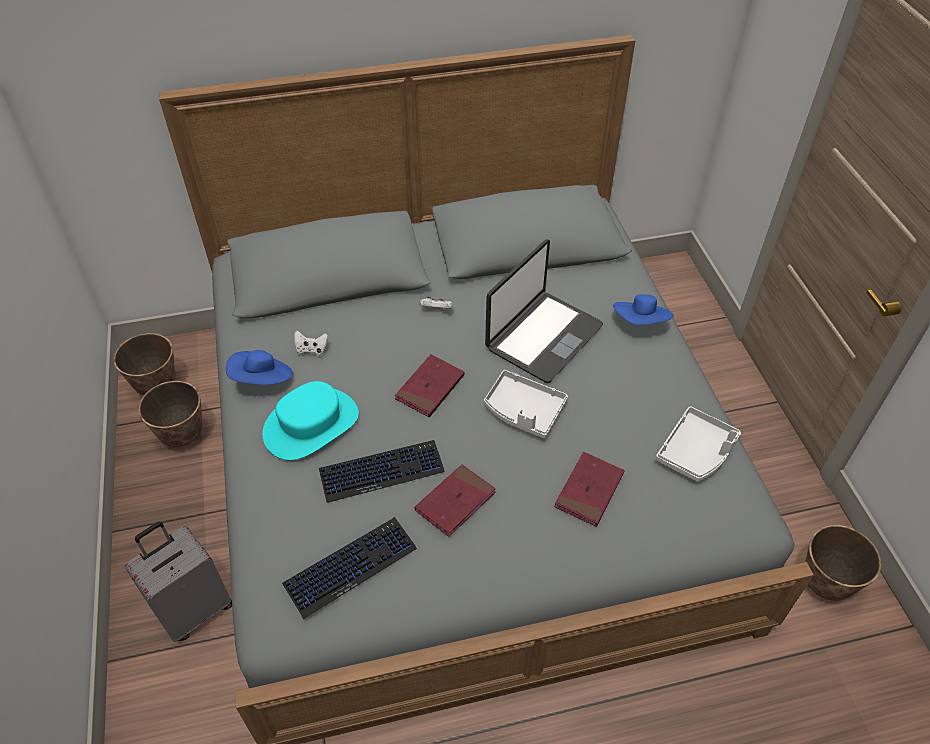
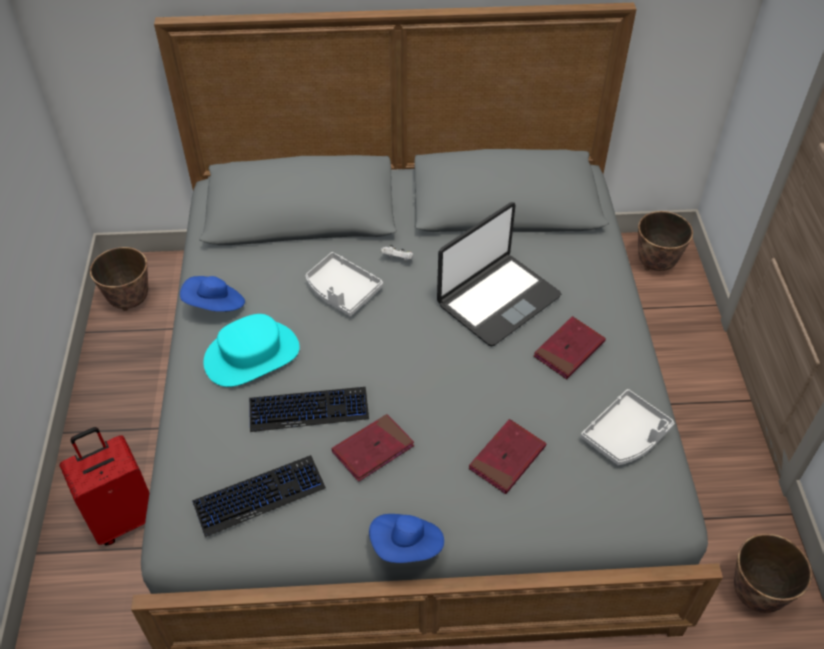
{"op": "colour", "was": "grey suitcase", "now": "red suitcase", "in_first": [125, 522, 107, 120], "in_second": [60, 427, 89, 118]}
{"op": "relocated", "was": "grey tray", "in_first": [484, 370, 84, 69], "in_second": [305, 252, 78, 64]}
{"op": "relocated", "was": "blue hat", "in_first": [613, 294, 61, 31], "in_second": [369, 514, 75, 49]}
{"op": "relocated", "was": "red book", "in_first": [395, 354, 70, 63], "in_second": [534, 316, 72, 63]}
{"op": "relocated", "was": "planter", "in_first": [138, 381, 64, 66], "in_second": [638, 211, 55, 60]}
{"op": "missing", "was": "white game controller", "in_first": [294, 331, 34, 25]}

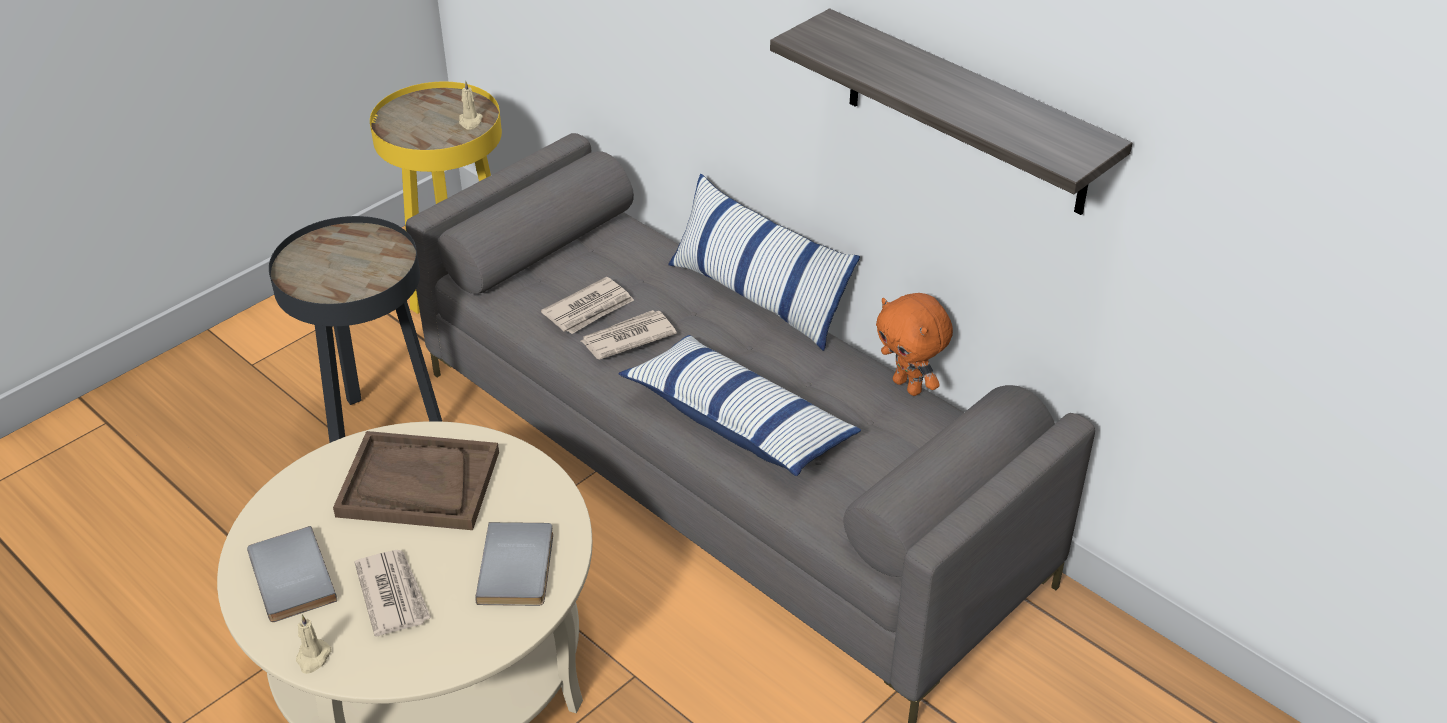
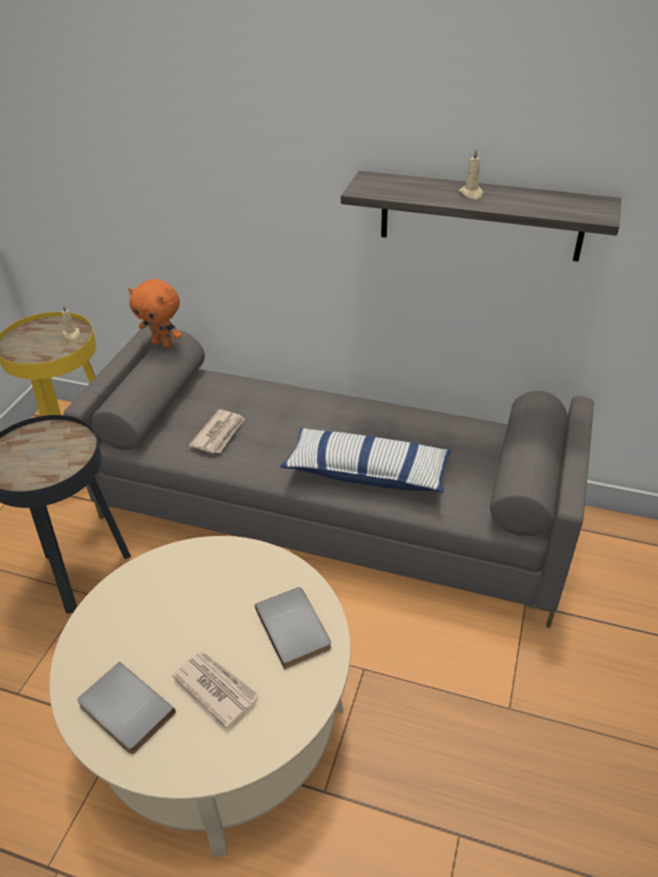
{"op": "relocated", "was": "orange plush toy", "in_first": [876, 293, 77, 103], "in_second": [128, 279, 54, 69]}
{"op": "relocated", "was": "beige candle", "in_first": [296, 615, 36, 59], "in_second": [459, 150, 24, 49]}
{"op": "missing", "was": "brown tray", "in_first": [333, 431, 166, 99]}
{"op": "missing", "was": "newspaper", "in_first": [581, 310, 96, 50]}
{"op": "missing", "was": "pillow", "in_first": [668, 174, 192, 177]}

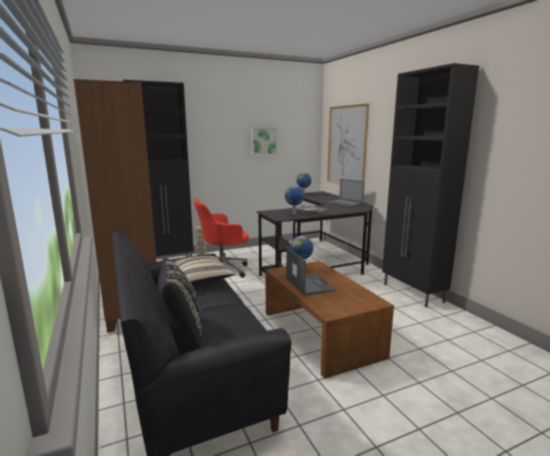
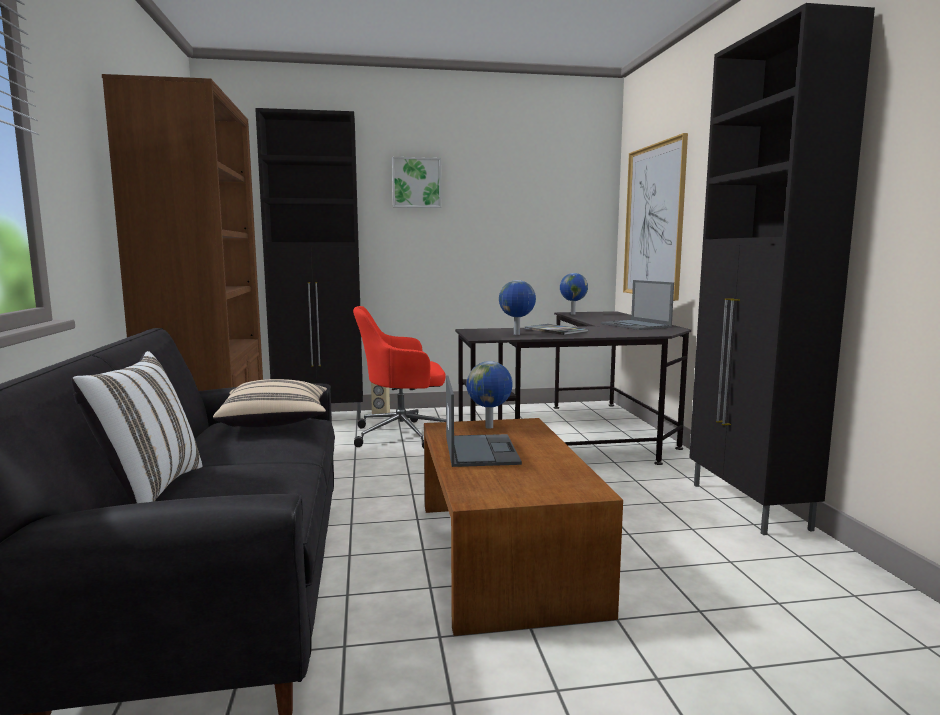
{"op": "colour", "was": "black pillow", "now": "white pillow", "in_first": [158, 258, 44, 91], "in_second": [71, 351, 131, 153]}
{"op": "relocated", "was": "picture", "in_first": [251, 128, 26, 28], "in_second": [392, 157, 49, 51]}

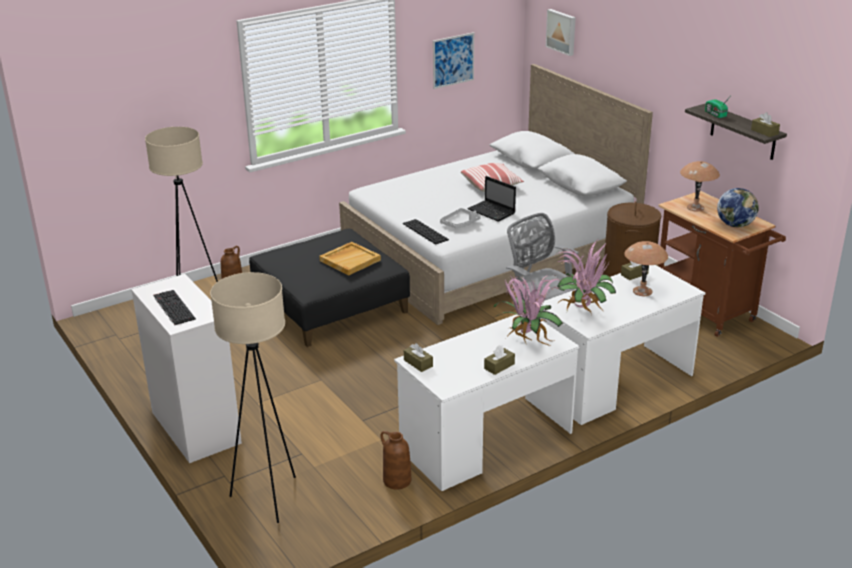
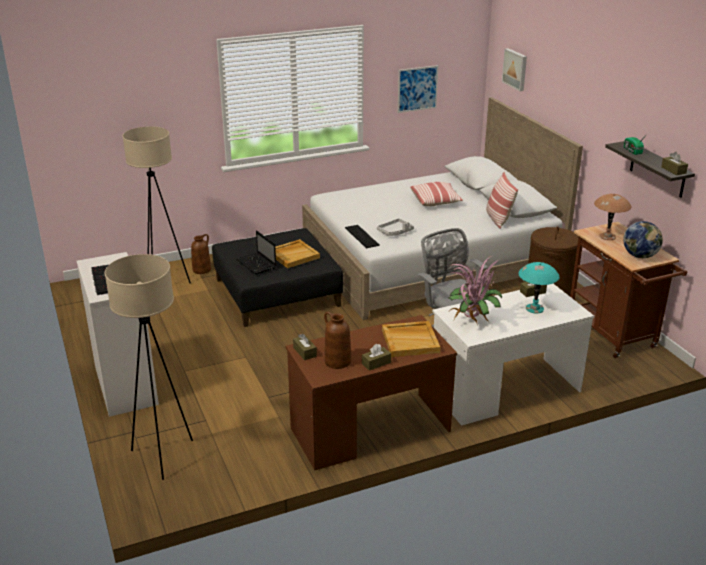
{"op": "relocated", "was": "laptop", "in_first": [467, 176, 49, 46], "in_second": [237, 230, 39, 45]}
{"op": "colour", "was": "white desk", "now": "brown desk", "in_first": [394, 315, 186, 176], "in_second": [286, 315, 171, 155]}
{"op": "relocated", "was": "brown vase", "in_first": [381, 431, 30, 59], "in_second": [324, 312, 27, 57]}
{"op": "exchanged", "was": "potted plant", "now": "beige tray", "in_first": [493, 275, 70, 72], "in_second": [382, 321, 58, 36]}
{"op": "appeared", "now": "pillow", "in_second": [486, 172, 32, 57]}
{"op": "colour", "was": "brown table lamp", "now": "turquoise table lamp", "in_first": [624, 241, 44, 55], "in_second": [518, 262, 42, 52]}

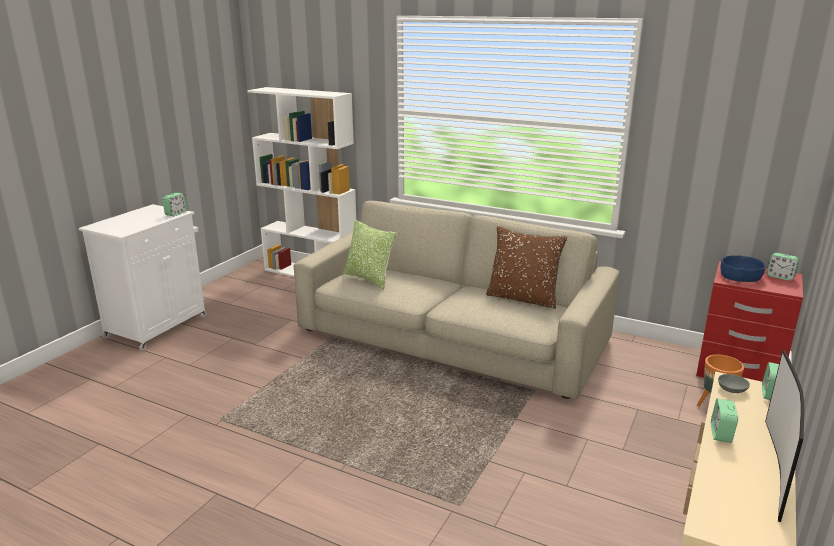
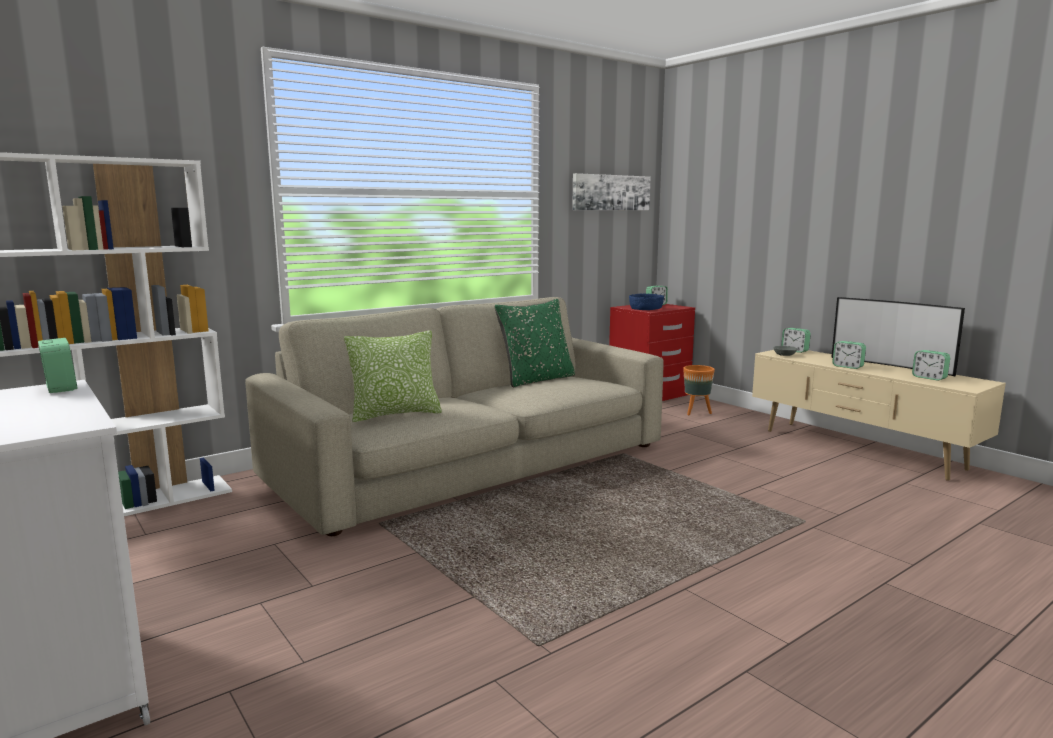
{"op": "colour", "was": "brown pillow", "now": "green pillow", "in_first": [486, 226, 81, 83], "in_second": [495, 299, 80, 88]}
{"op": "appeared", "now": "picture", "in_second": [572, 173, 79, 37]}
{"op": "appeared", "now": "alarm clock", "in_second": [912, 350, 38, 31]}

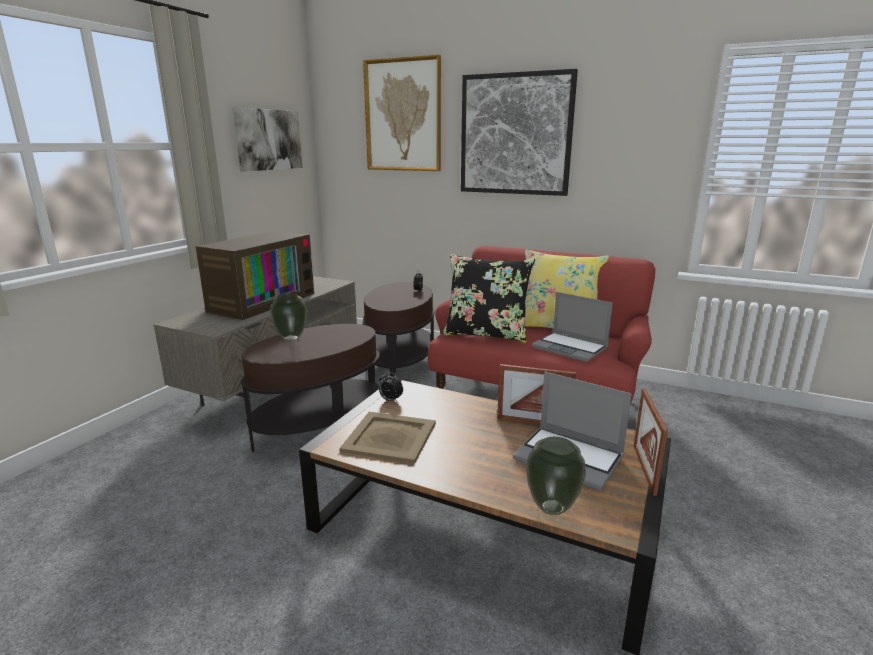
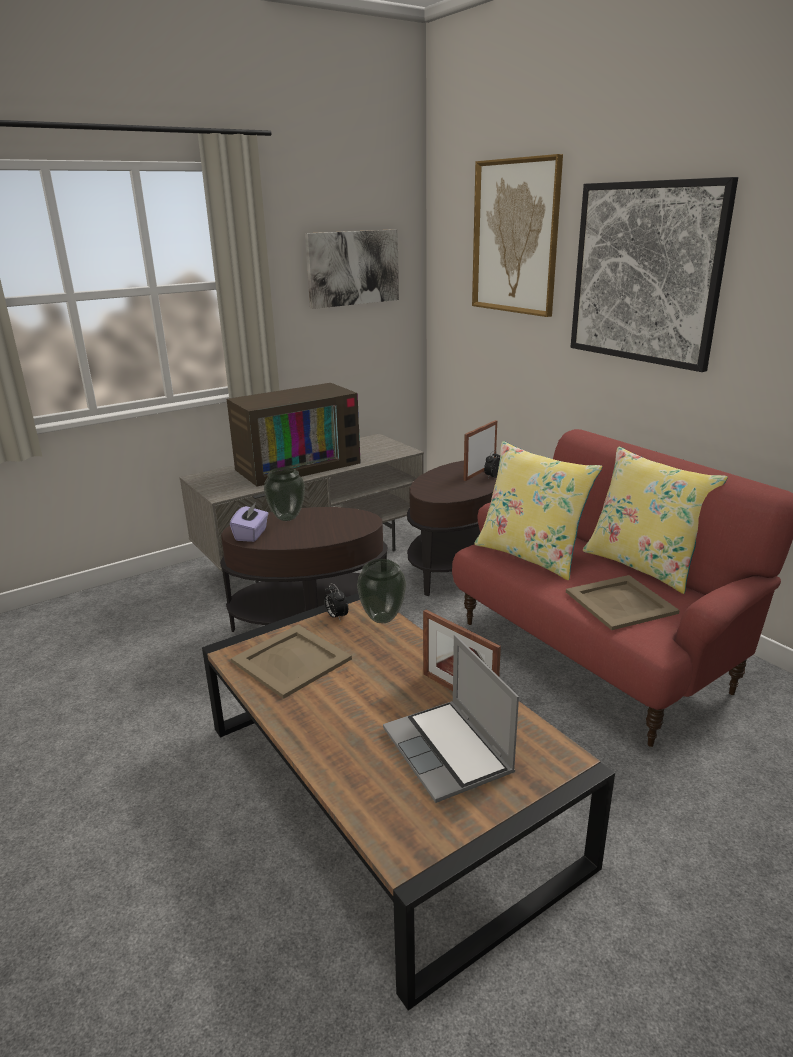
{"op": "appeared", "now": "purple tissue box", "in_second": [230, 503, 39, 39]}
{"op": "relocated", "was": "vase", "in_first": [526, 437, 60, 78], "in_second": [357, 559, 49, 64]}
{"op": "relocated", "was": "picture frame", "in_first": [634, 388, 34, 108], "in_second": [464, 420, 33, 61]}
{"op": "colour", "was": "black pillow", "now": "yellow pillow", "in_first": [442, 254, 93, 89], "in_second": [474, 441, 128, 139]}
{"op": "exchanged", "was": "laptop", "now": "beige tray", "in_first": [532, 292, 81, 70], "in_second": [566, 575, 114, 55]}

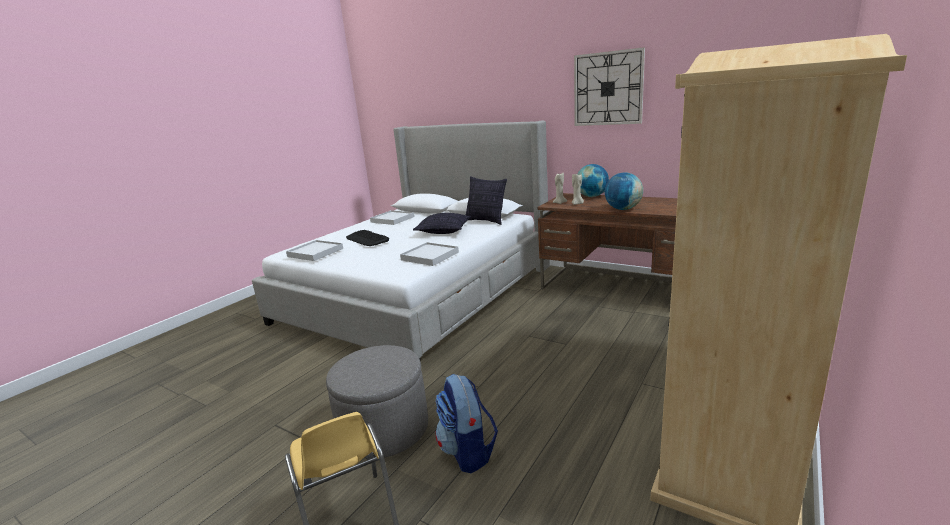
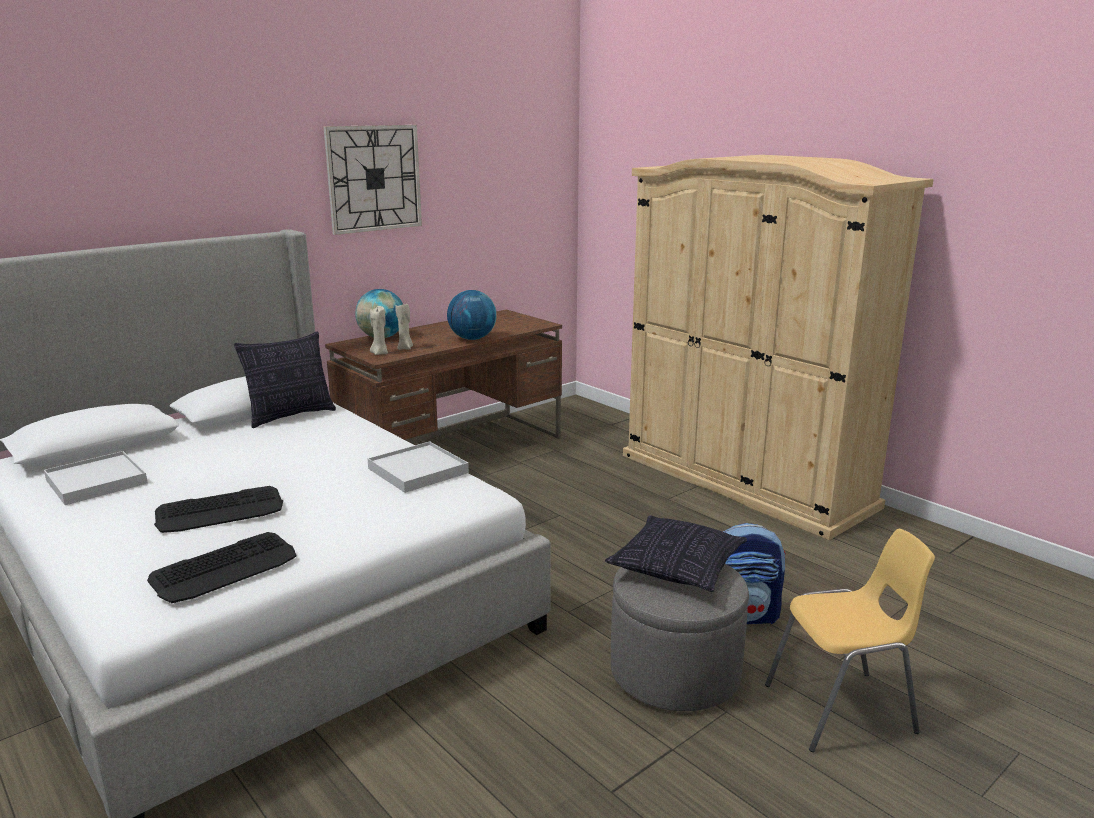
{"op": "exchanged", "was": "white tray", "now": "keyboard", "in_first": [286, 240, 57, 21], "in_second": [147, 532, 149, 71]}
{"op": "relocated", "was": "pillow", "in_first": [413, 213, 58, 21], "in_second": [605, 515, 142, 77]}

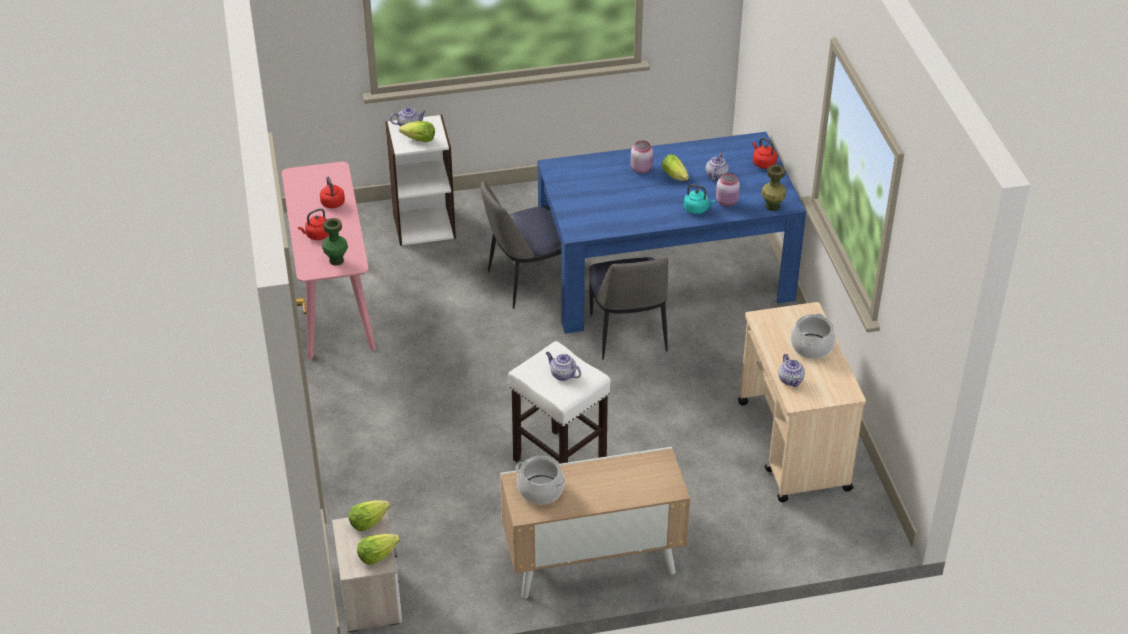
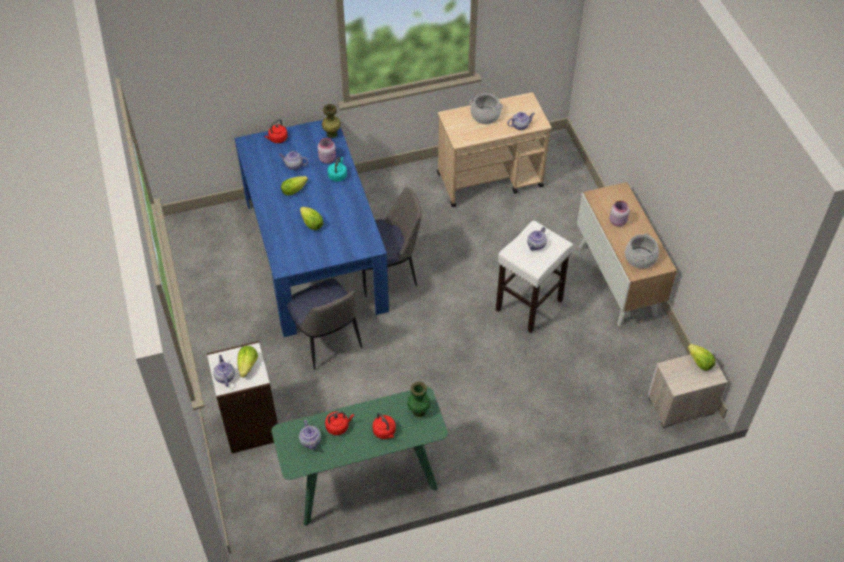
{"op": "colour", "was": "pink console table", "now": "green console table", "in_first": [282, 162, 94, 197], "in_second": [271, 386, 177, 140]}
{"op": "appeared", "now": "teapot", "in_second": [299, 420, 22, 30]}
{"op": "relocated", "was": "lettuce", "in_first": [349, 500, 41, 31], "in_second": [300, 207, 24, 23]}
{"op": "relocated", "was": "pink jar", "in_first": [631, 140, 22, 33], "in_second": [609, 201, 21, 26]}

